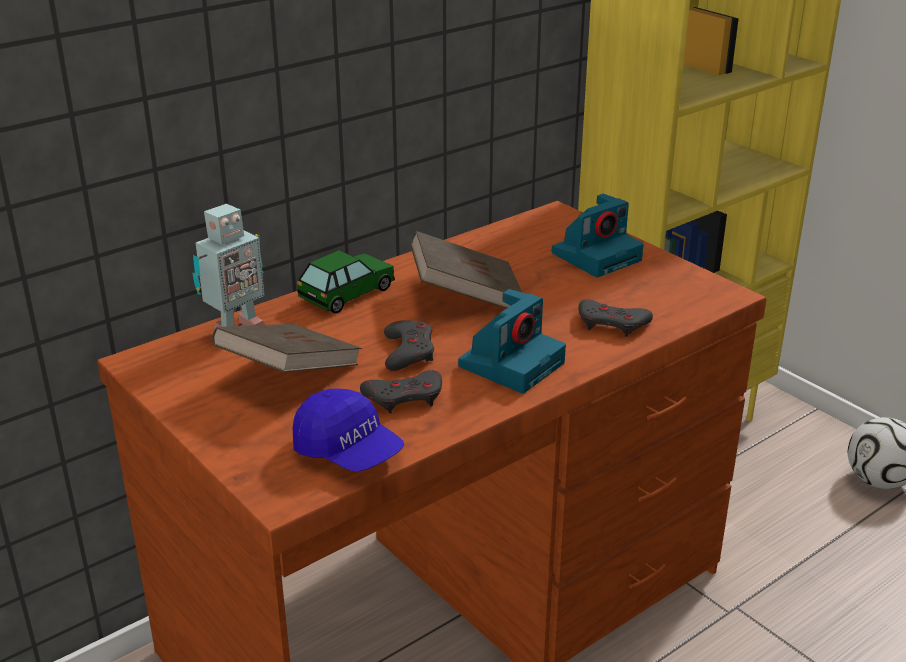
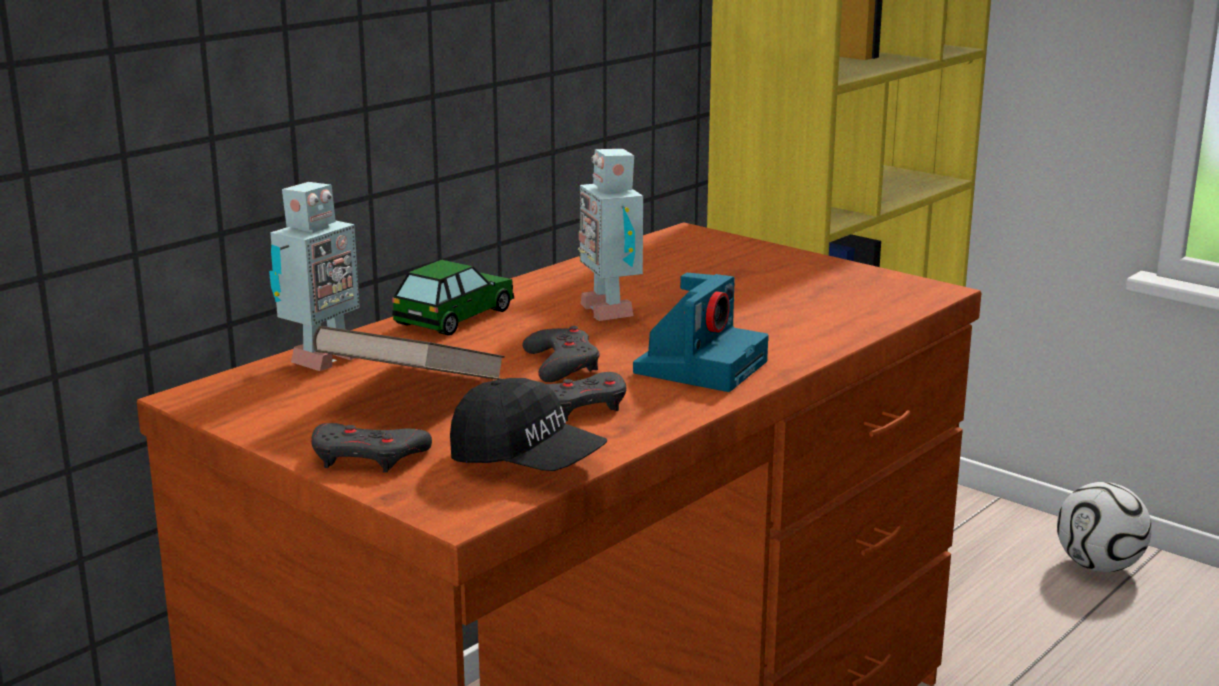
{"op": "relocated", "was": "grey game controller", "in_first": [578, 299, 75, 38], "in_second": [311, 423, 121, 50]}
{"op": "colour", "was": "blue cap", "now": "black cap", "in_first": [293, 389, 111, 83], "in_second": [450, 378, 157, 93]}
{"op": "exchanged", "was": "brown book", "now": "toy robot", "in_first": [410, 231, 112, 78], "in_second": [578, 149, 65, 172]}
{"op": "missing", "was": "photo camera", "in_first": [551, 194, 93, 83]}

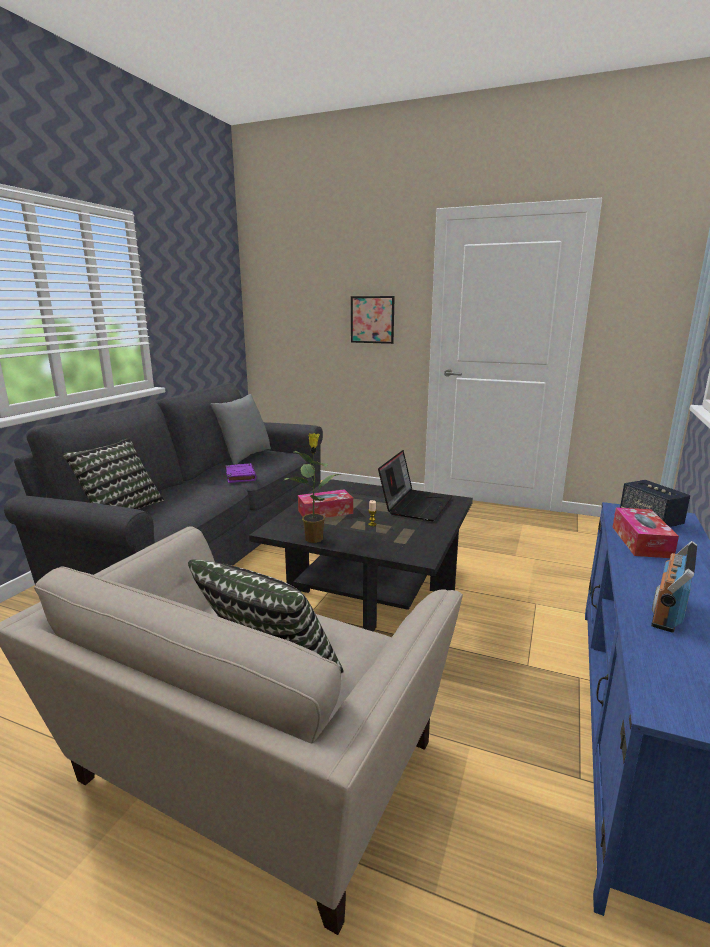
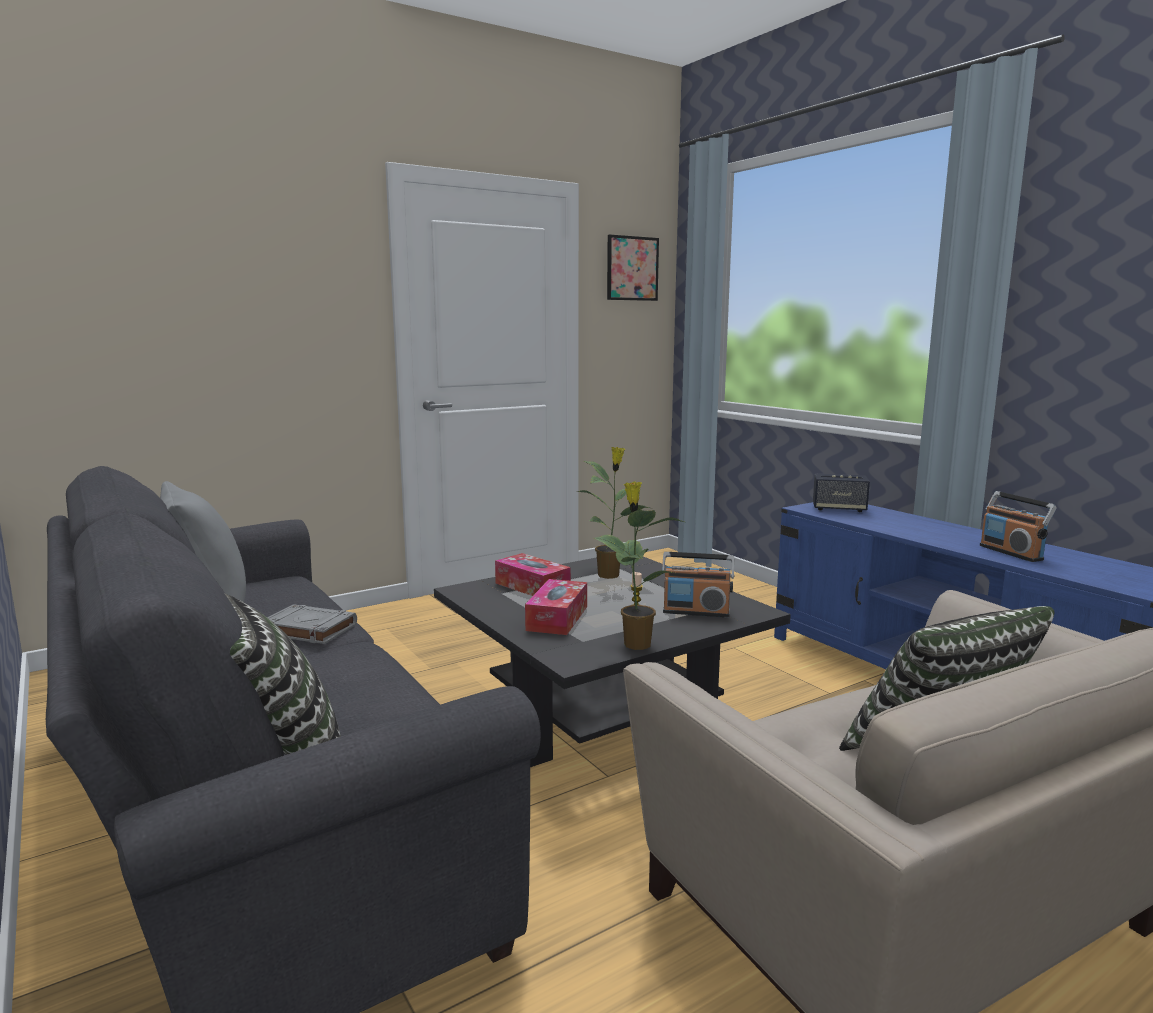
{"op": "colour", "was": "purple book", "now": "grey book", "in_first": [226, 463, 31, 20], "in_second": [267, 604, 90, 40]}
{"op": "relocated", "was": "tissue box", "in_first": [613, 507, 66, 51], "in_second": [495, 553, 76, 43]}
{"op": "exchanged", "was": "laptop", "now": "potted plant", "in_first": [378, 450, 75, 71], "in_second": [576, 447, 73, 132]}
{"op": "relocated", "was": "picture", "in_first": [351, 296, 44, 48], "in_second": [607, 234, 52, 67]}
{"op": "appeared", "now": "radio", "in_second": [662, 552, 73, 65]}

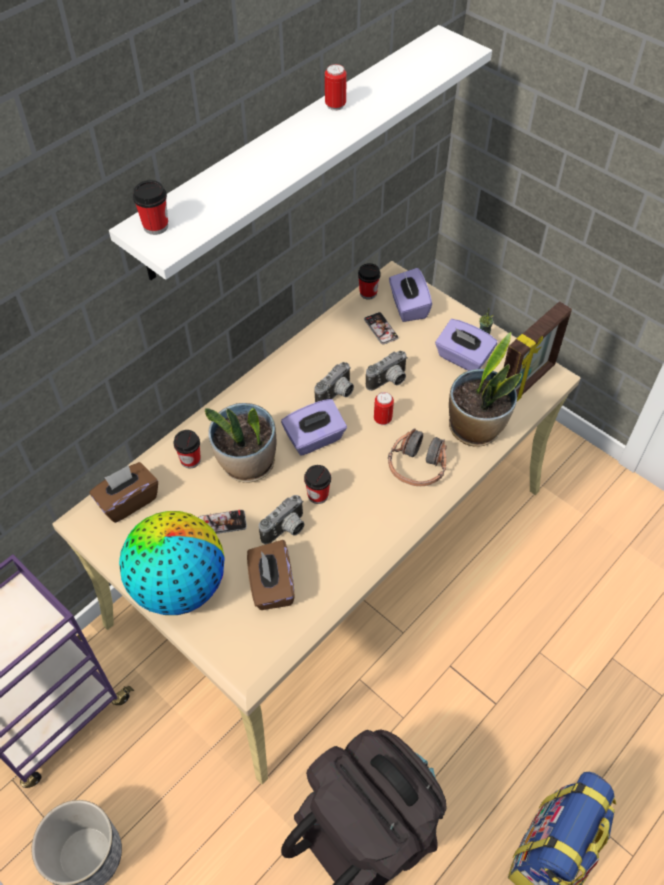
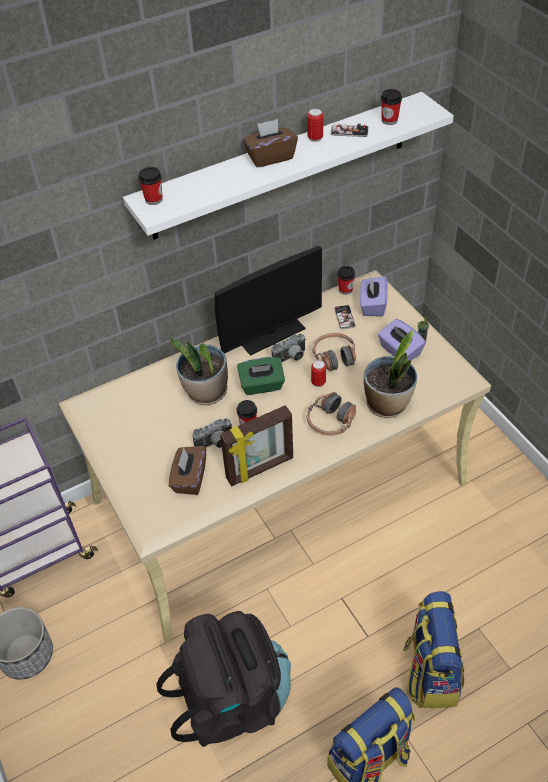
{"op": "appeared", "now": "monitor", "in_second": [215, 246, 107, 110]}
{"op": "relocated", "was": "picture frame", "in_first": [504, 301, 68, 100], "in_second": [220, 405, 73, 81]}
{"op": "colour", "was": "purple tissue box", "now": "green tissue box", "in_first": [281, 399, 66, 57], "in_second": [237, 357, 48, 38]}
{"op": "relocated", "was": "brown tissue box", "in_first": [90, 462, 68, 61], "in_second": [243, 119, 55, 48]}
{"op": "exchanged", "was": "photo camera", "now": "headphones", "in_first": [366, 350, 42, 41], "in_second": [312, 333, 44, 39]}
{"op": "relocated", "was": "phone", "in_first": [198, 510, 49, 24], "in_second": [331, 123, 38, 14]}
{"op": "relocated", "was": "cup", "in_first": [173, 430, 28, 39], "in_second": [381, 89, 21, 36]}
{"op": "appeared", "now": "backpack", "in_second": [403, 591, 61, 117]}
{"op": "missing", "was": "globe", "in_first": [119, 511, 106, 104]}

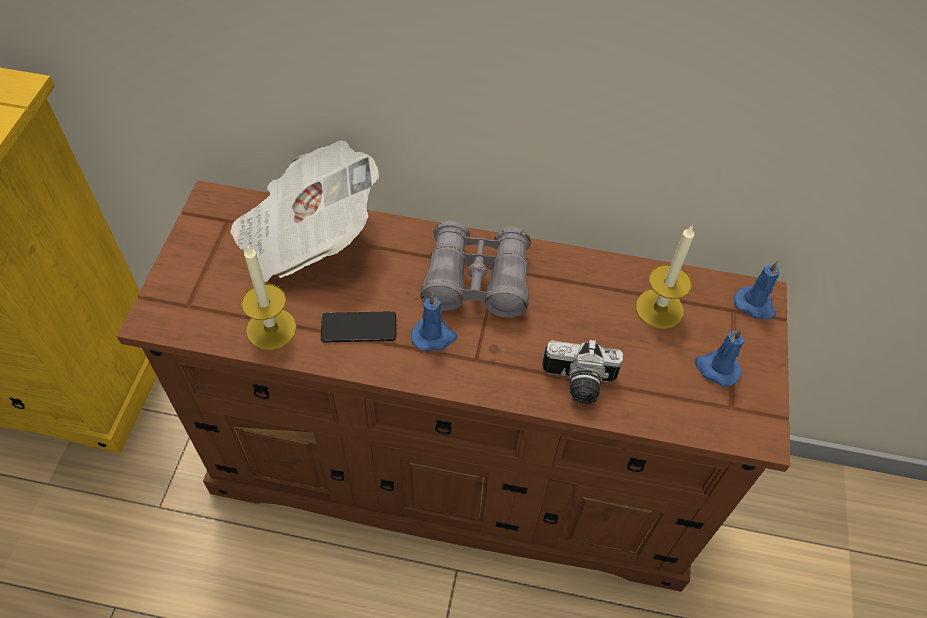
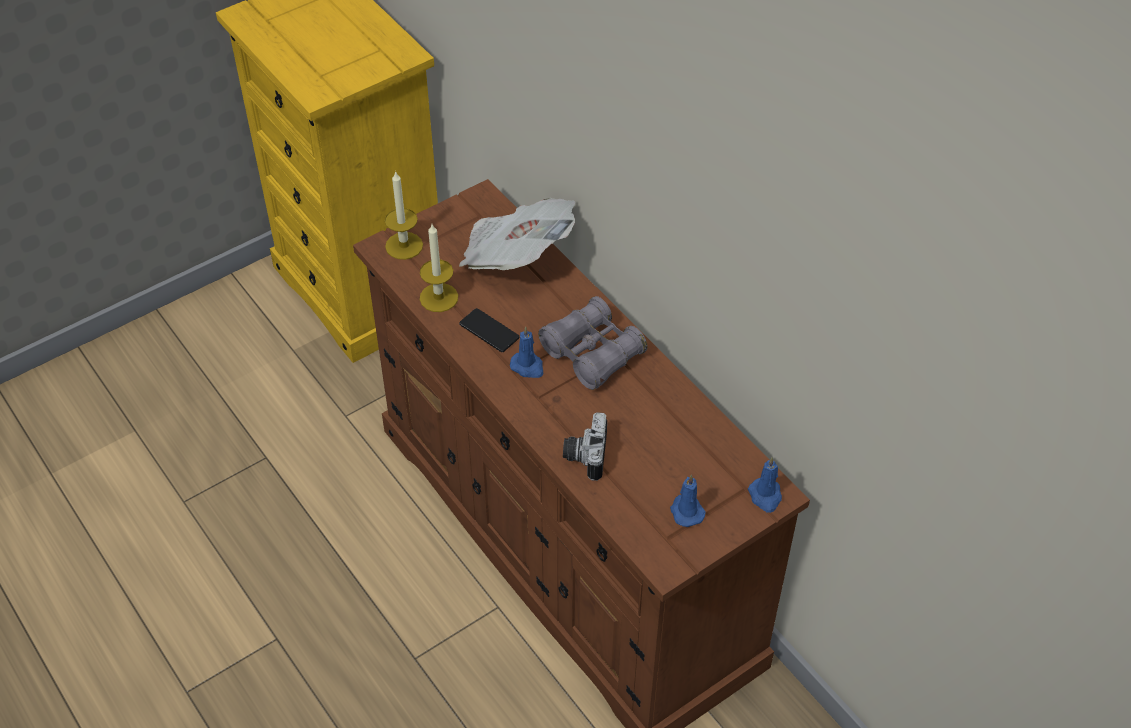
{"op": "relocated", "was": "candle", "in_first": [636, 226, 58, 103], "in_second": [385, 171, 38, 89]}
{"op": "spun", "was": "photo camera", "in_first": [542, 339, 81, 65], "in_second": [563, 412, 44, 69], "clockwise": 45}

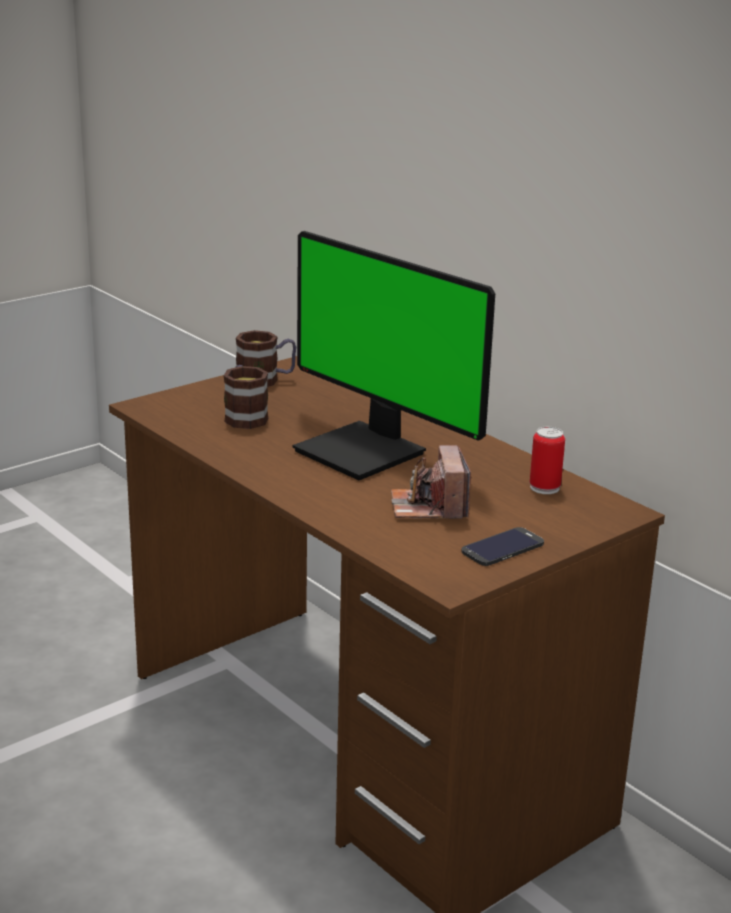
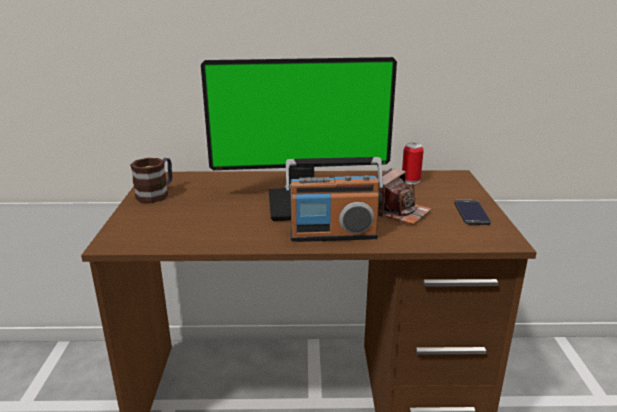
{"op": "appeared", "now": "radio", "in_second": [285, 157, 98, 85]}
{"op": "spun", "was": "photo camera", "in_first": [391, 445, 80, 74], "in_second": [377, 168, 55, 57], "clockwise": -90}
{"op": "missing", "was": "mug", "in_first": [224, 365, 44, 64]}

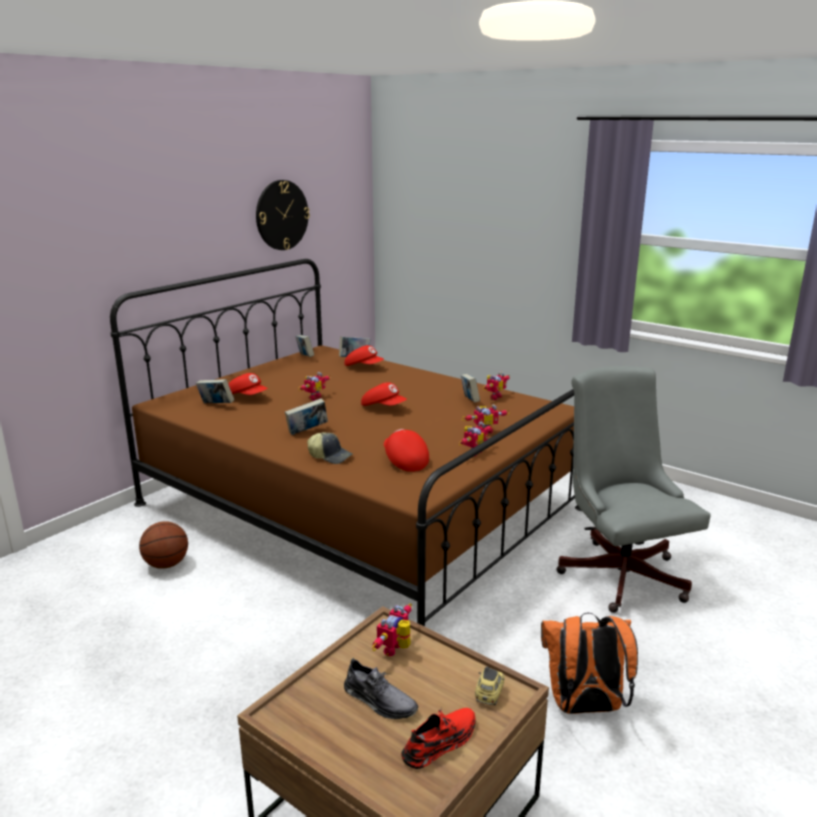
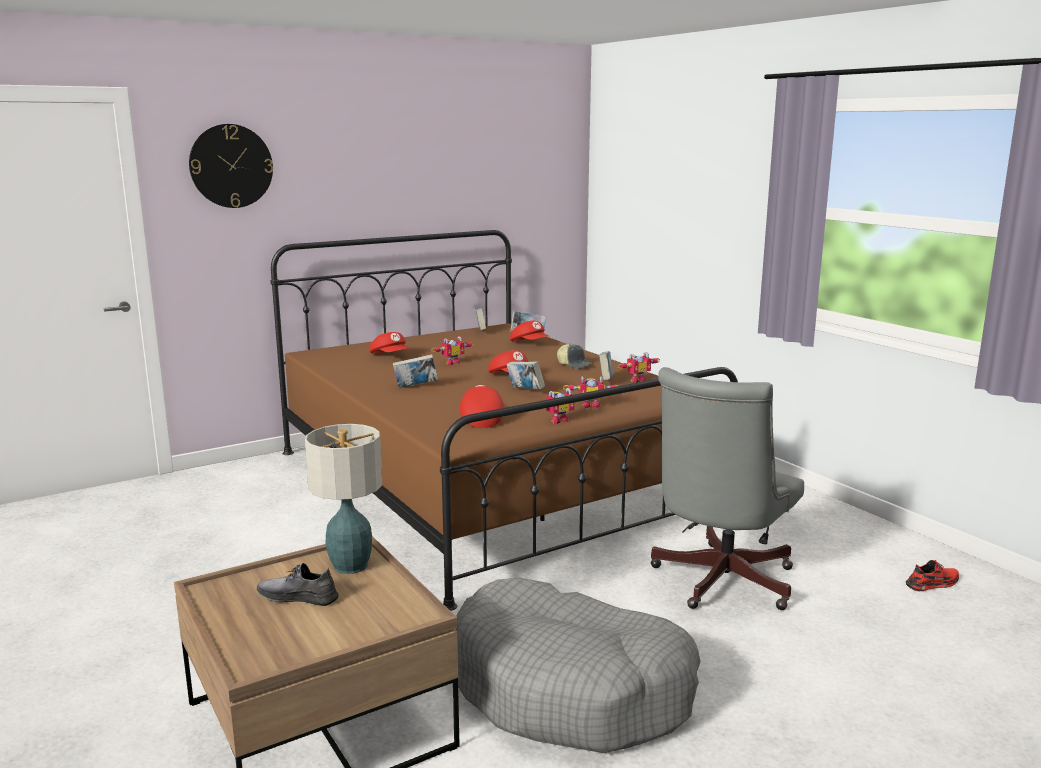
{"op": "relocated", "was": "wall clock", "in_first": [256, 180, 54, 70], "in_second": [189, 124, 84, 84]}
{"op": "spun", "was": "grey shoe", "in_first": [344, 658, 74, 61], "in_second": [257, 563, 82, 43], "clockwise": 135}
{"op": "exchanged", "was": "toy robot", "now": "table lamp", "in_first": [372, 603, 40, 53], "in_second": [305, 424, 77, 150]}
{"op": "exchanged", "was": "orange backpack", "now": "grey dog bed", "in_first": [541, 613, 97, 101], "in_second": [455, 577, 246, 176]}
{"op": "relocated", "was": "book", "in_first": [196, 379, 38, 24], "in_second": [507, 361, 38, 28]}
{"op": "relocated", "was": "cap", "in_first": [307, 432, 46, 32], "in_second": [557, 343, 37, 26]}
{"op": "spun", "was": "grey office chair", "in_first": [556, 366, 155, 247], "in_second": [651, 367, 153, 243], "clockwise": -150}
{"op": "relocated", "was": "red shoe", "in_first": [401, 708, 75, 61], "in_second": [906, 560, 53, 32]}
{"op": "missing", "was": "basketball", "in_first": [139, 521, 49, 48]}
{"op": "missing", "was": "toy car", "in_first": [475, 667, 30, 38]}

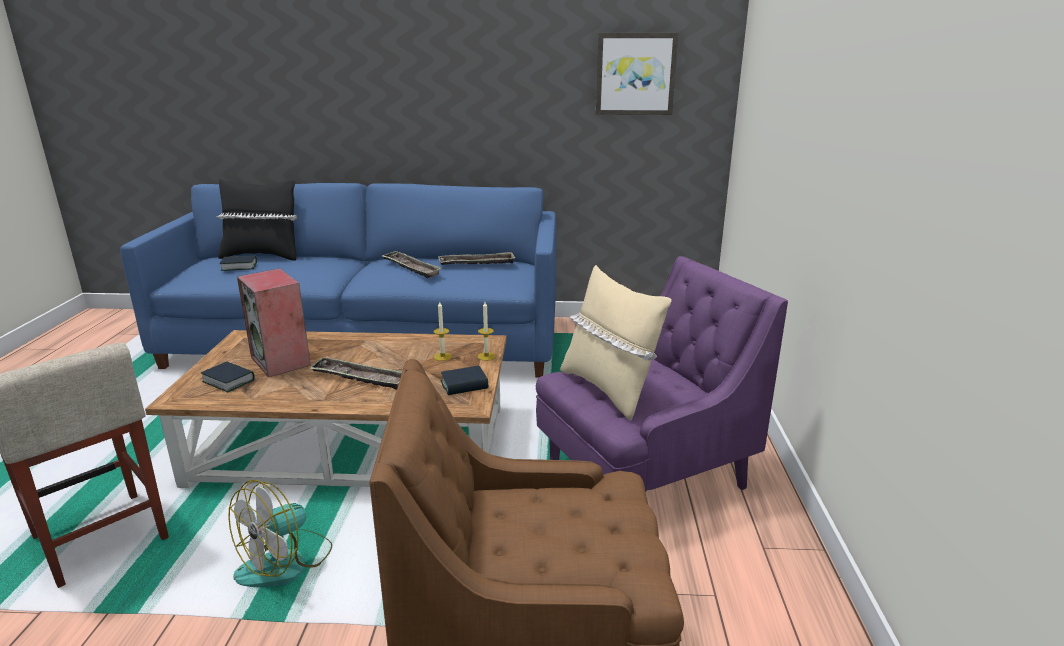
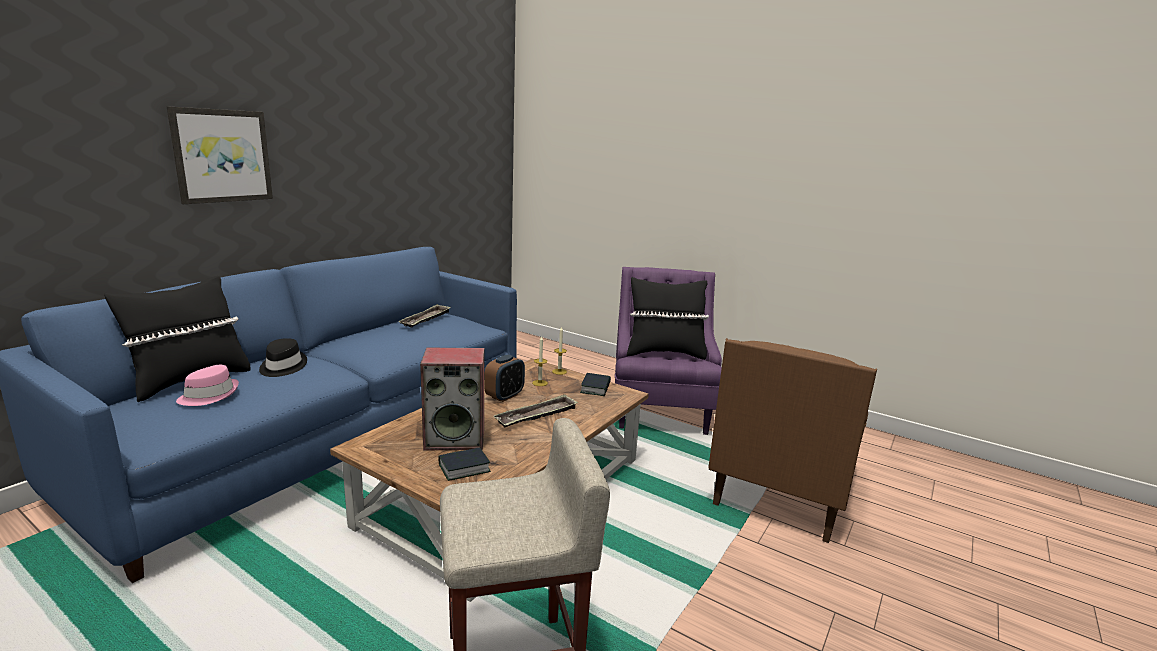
{"op": "relocated", "was": "picture", "in_first": [596, 33, 82, 82], "in_second": [167, 106, 106, 98]}
{"op": "exchanged", "was": "book", "now": "pink hat", "in_first": [220, 255, 37, 16], "in_second": [176, 365, 63, 41]}
{"op": "appeared", "now": "black hat", "in_second": [259, 338, 48, 39]}
{"op": "appeared", "now": "alarm clock", "in_second": [484, 354, 41, 48]}
{"op": "colour", "was": "beige pillow", "now": "black pillow", "in_first": [560, 265, 112, 155], "in_second": [627, 277, 82, 83]}
{"op": "missing", "was": "fan", "in_first": [228, 480, 104, 107]}
{"op": "missing", "was": "tray", "in_first": [382, 251, 60, 27]}

